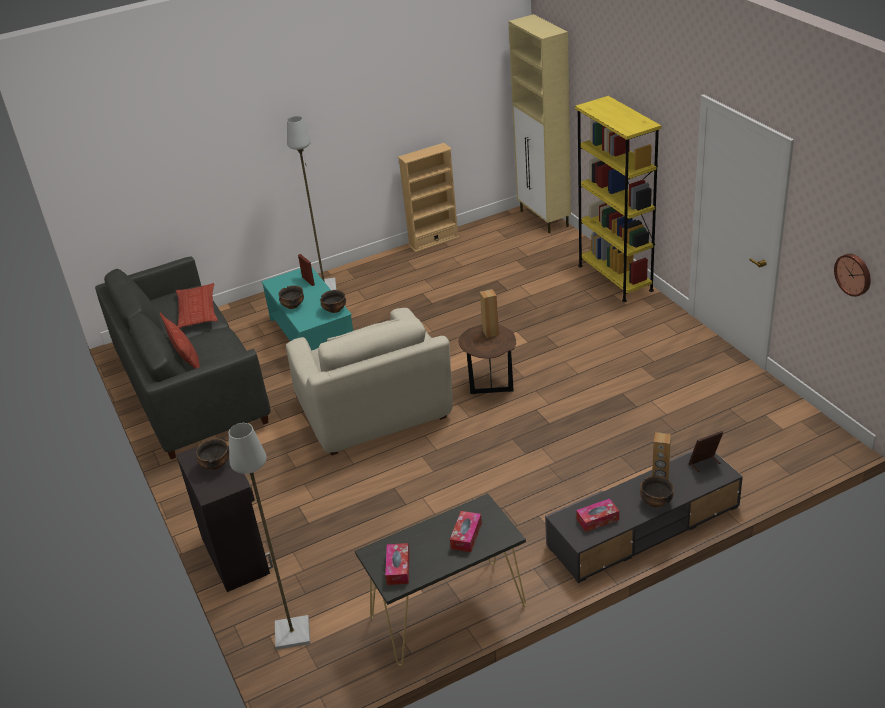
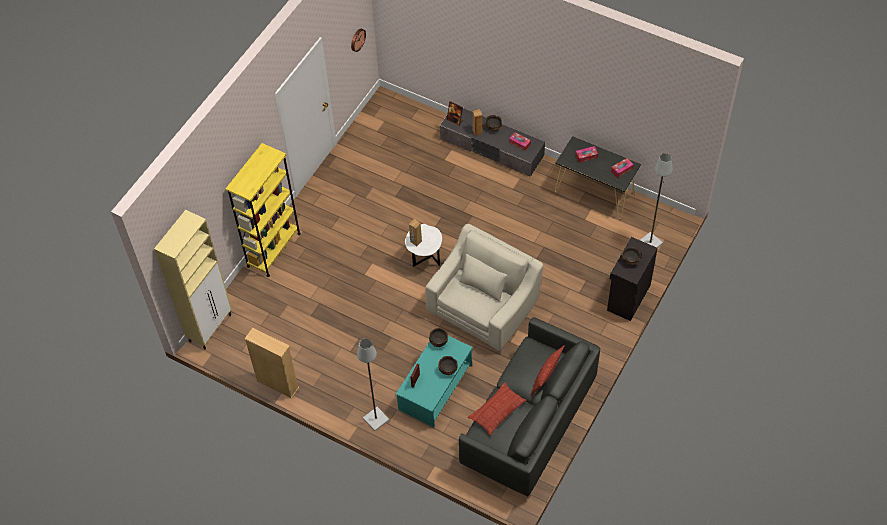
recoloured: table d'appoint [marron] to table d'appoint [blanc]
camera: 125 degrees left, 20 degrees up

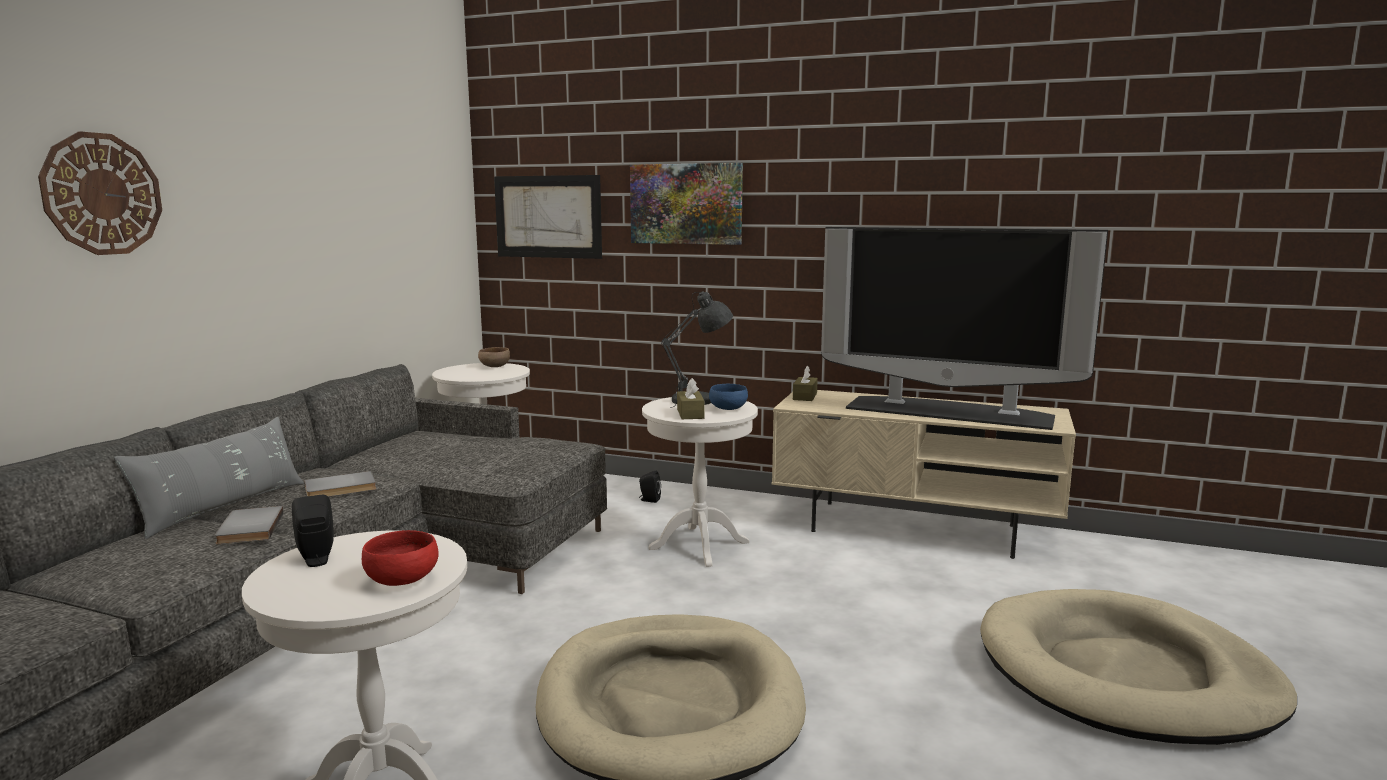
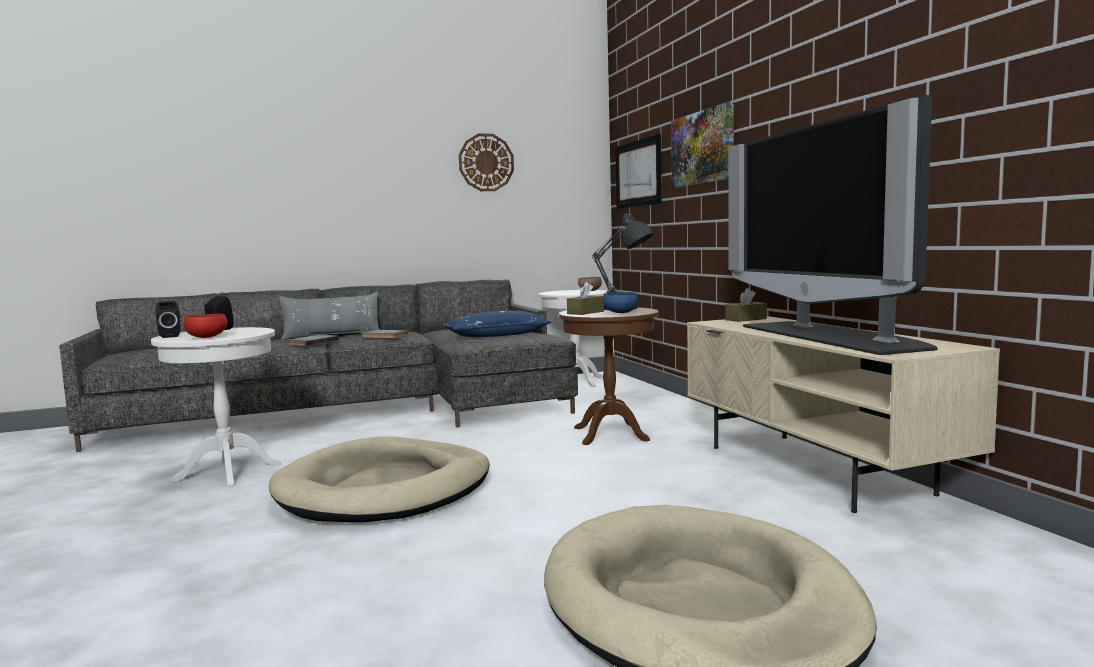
added: coussin [bleu]
moved: horloge murale; enceinte [noir] (2nd from left in the first image) to enceinte [noir] (1st from left)
recoloured: table d'appoint [blanc] (3rd from left) to table d'appoint [marron]
camera: 50 degrees right, 5 degrees down

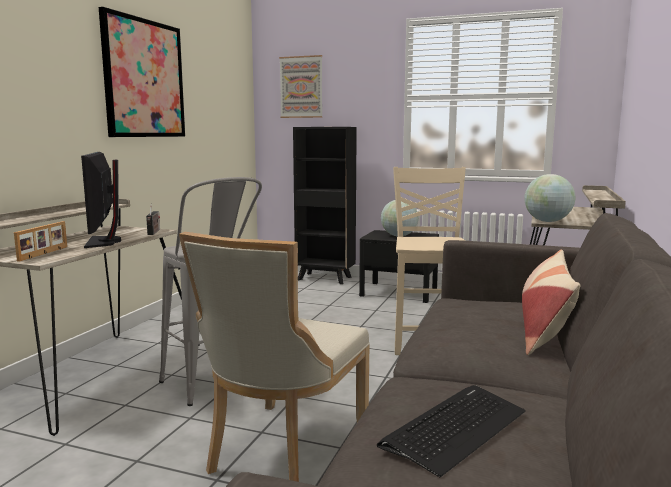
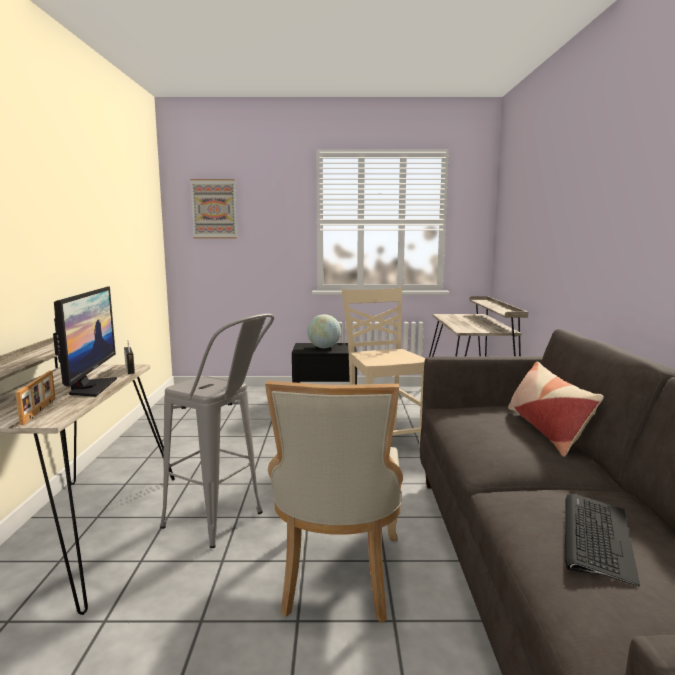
removed: tableau (1st from left); bibliothèque [noir]; globe (2nd from left)
turned: écran d'ordinateur 150 degrees counterclockwise
camera: 20 degrees left, 0 degrees up

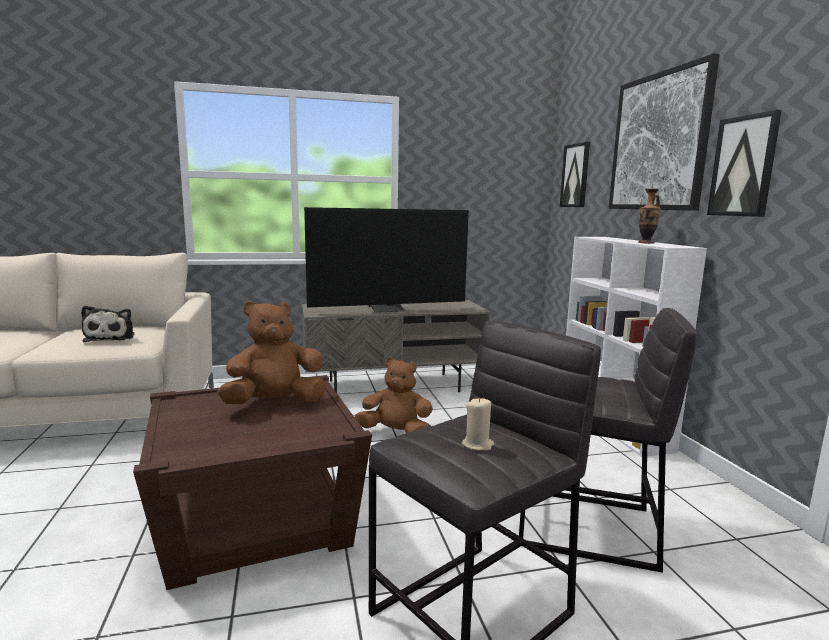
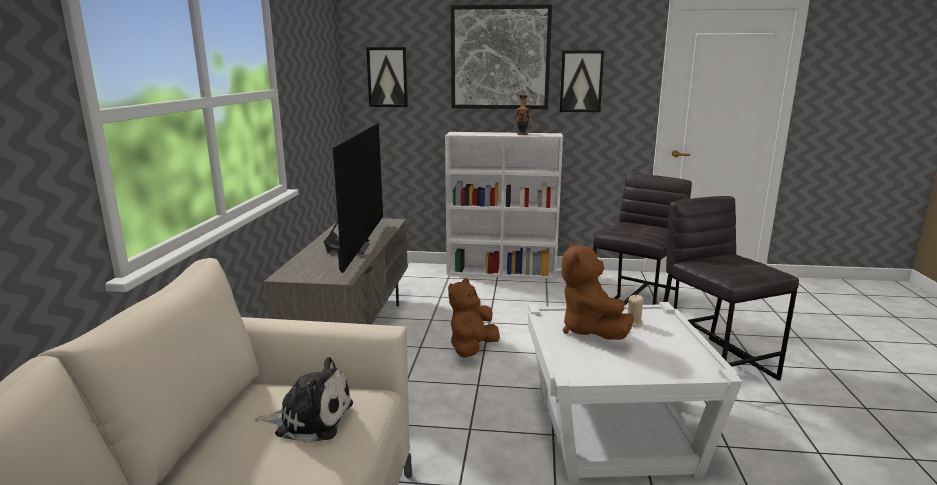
moved: bougie [beige]
recoloured: table d'appoint [marron] to table d'appoint [blanc]
camera: 70 degrees left, 5 degrees up

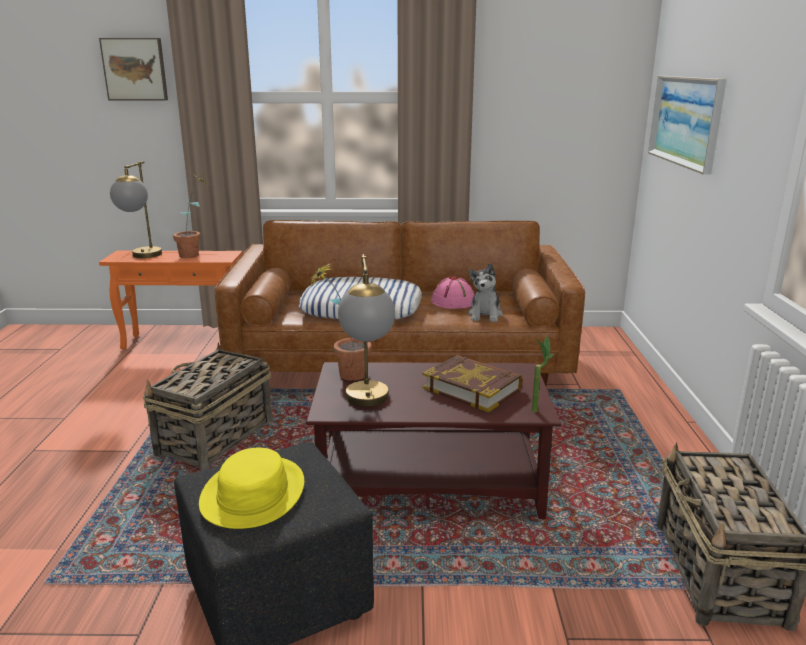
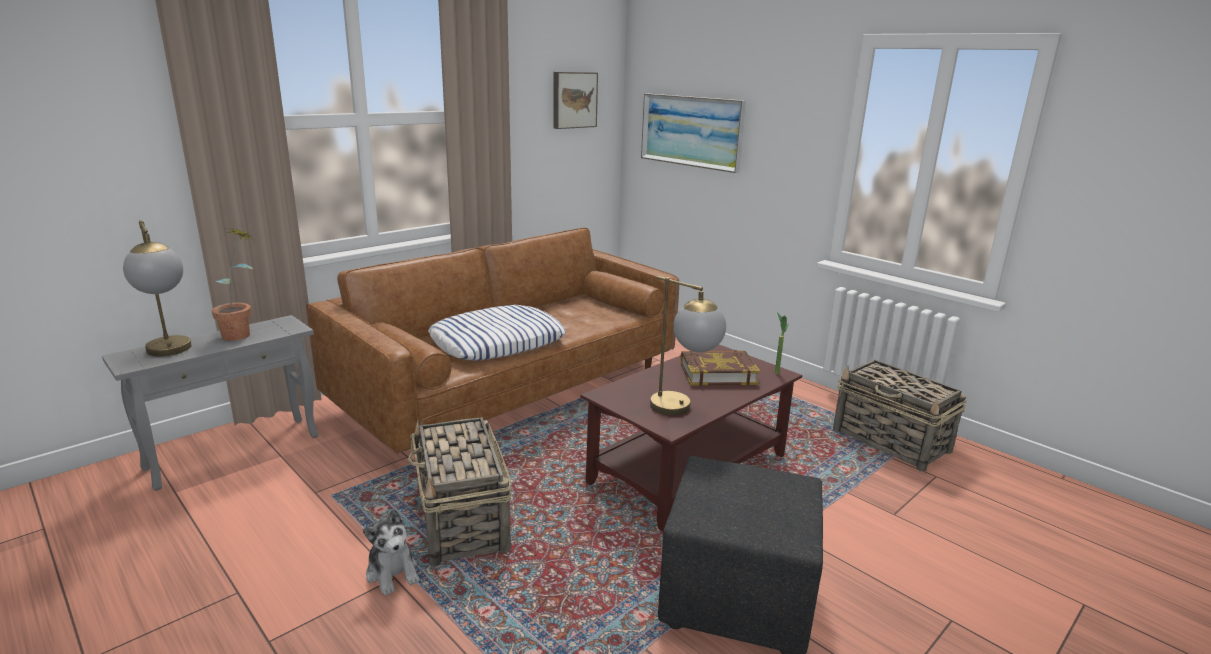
removed: plante en pot (2nd from left); chapeau [rose]; chapeau [jaune]
moved: tableau (1st from left); peluche
recoloured: table d'appoint [orange] to table d'appoint [gris]
camera: 45 degrees left, 0 degrees up

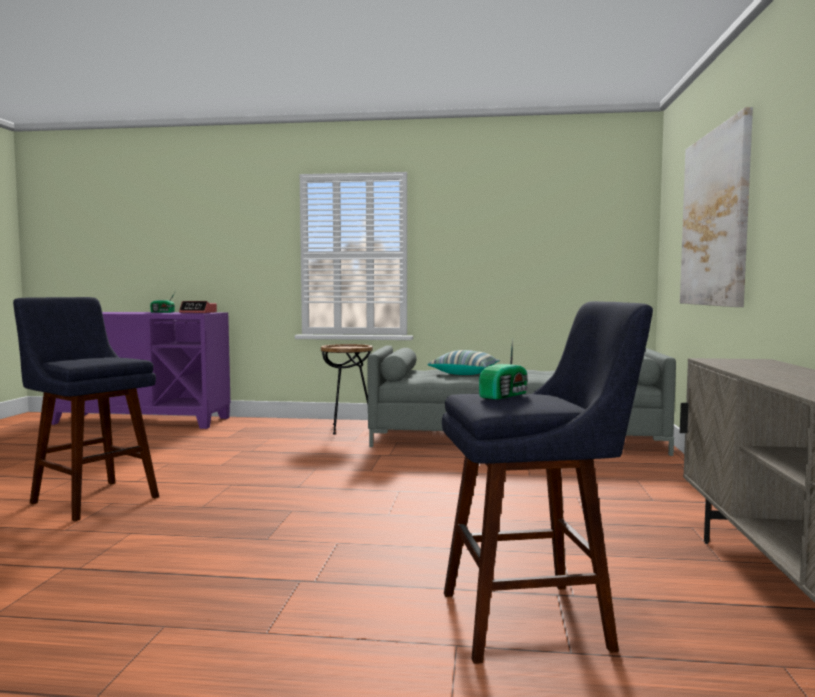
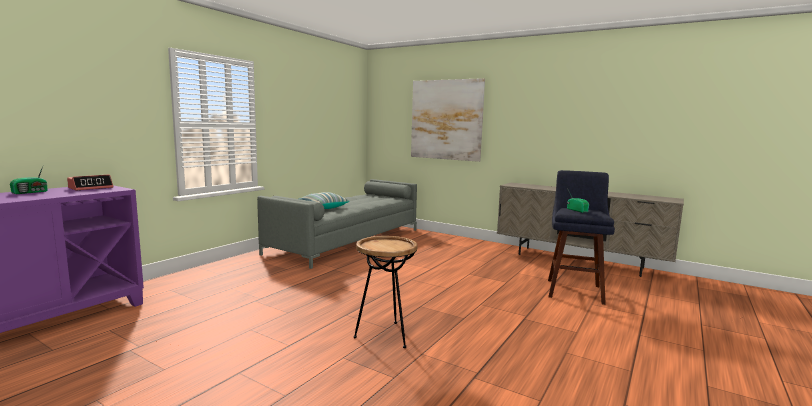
removed: tabouret [bleu] (1st from left)
moved: table d'appoint [marron]
camera: 65 degrees left, 5 degrees up

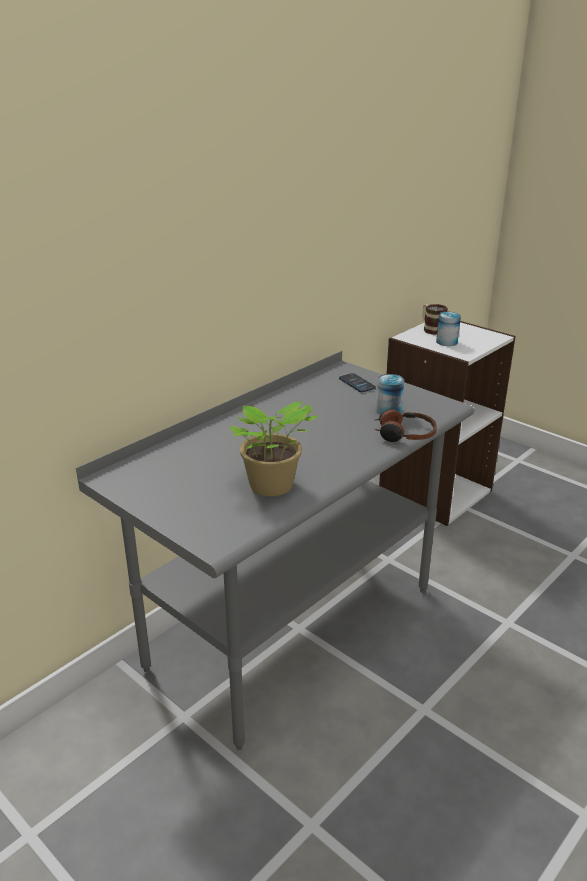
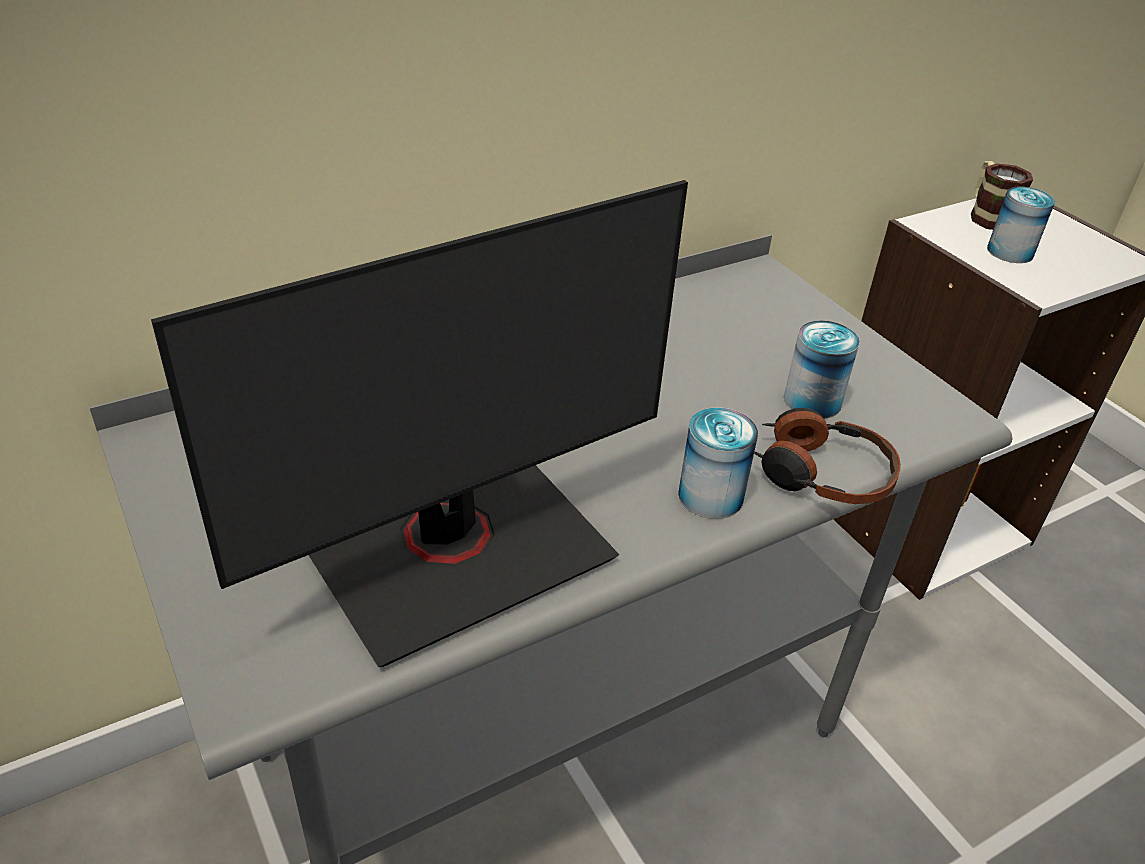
removed: téléphone
added: boîte métallique (1st from left)
replaced: plante en pot to écran d'ordinateur
camera: 15 degrees right, 10 degrees up

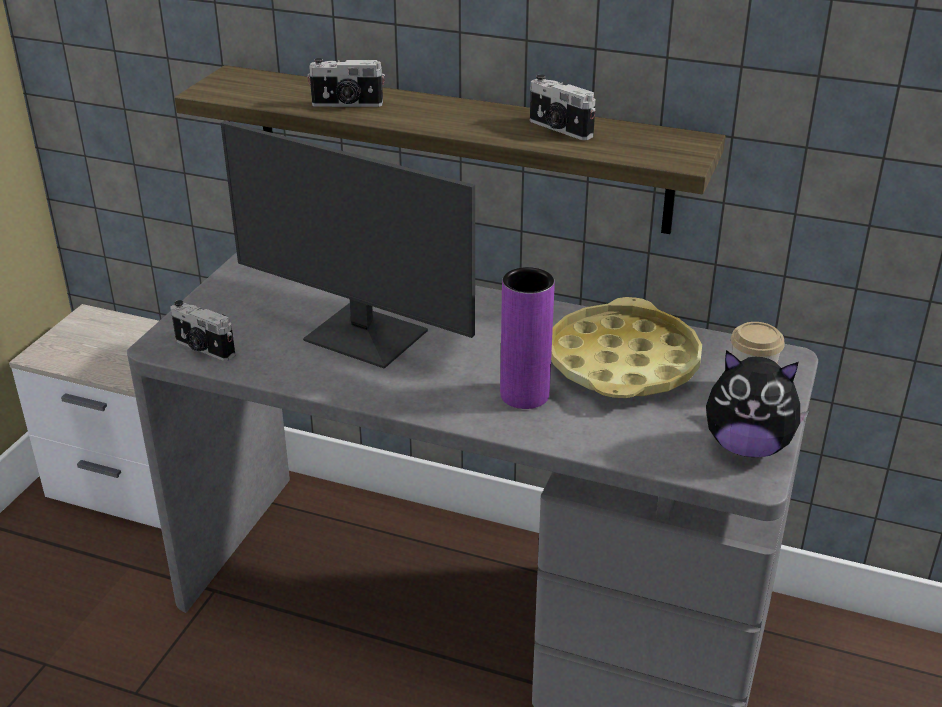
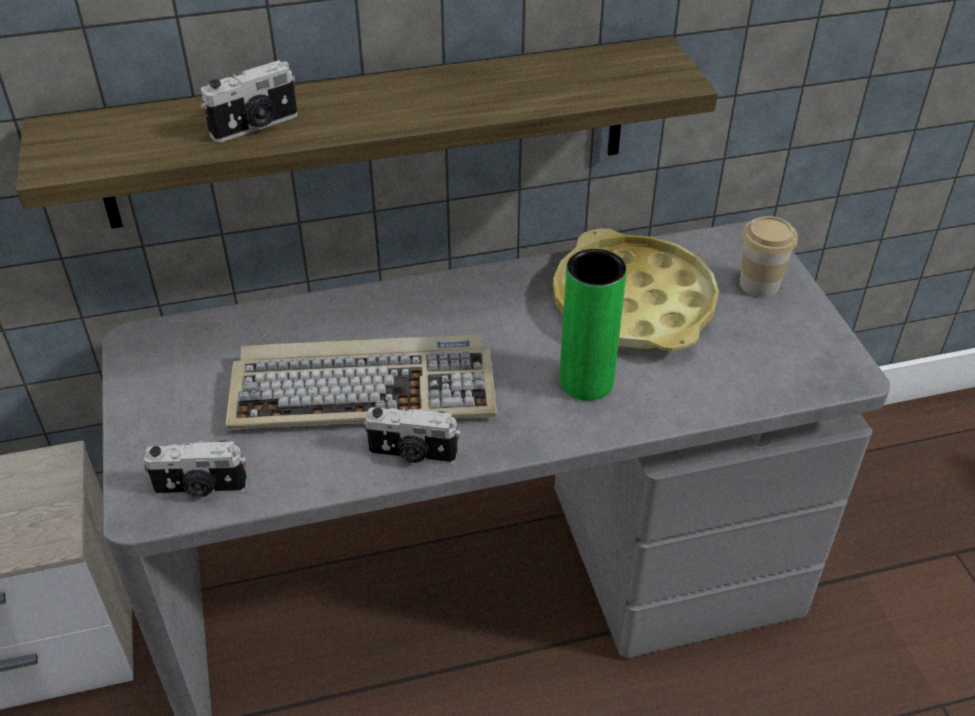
removed: peluche
moved: appareil photo (3rd from left)
replaced: écran d'ordinateur to clavier
recoloured: vase [violet] to vase [vert]
camera: 35 degrees left, 10 degrees up

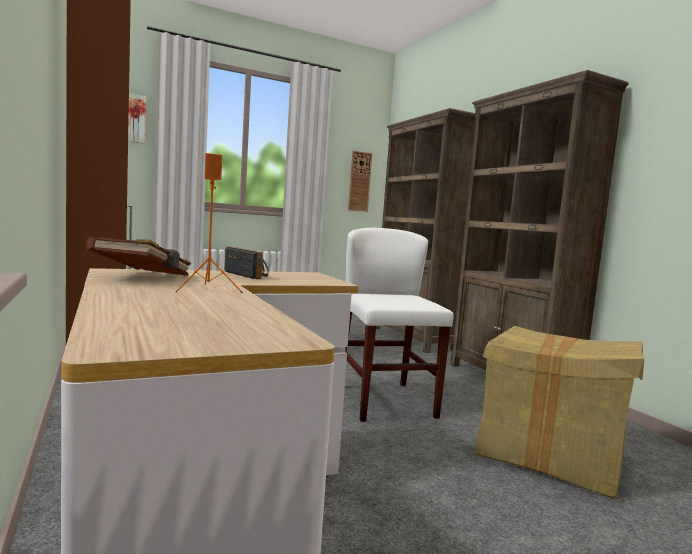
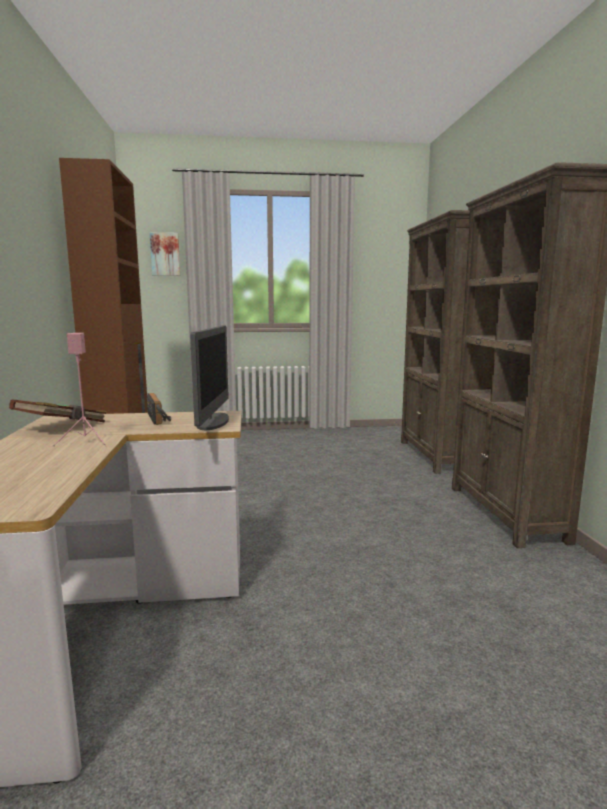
removed: horloge murale; chaise [blanc]; carton
added: écran d'ordinateur
recoloured: enceinte [orange] to enceinte [rose]
camera: 20 degrees right, 5 degrees up

